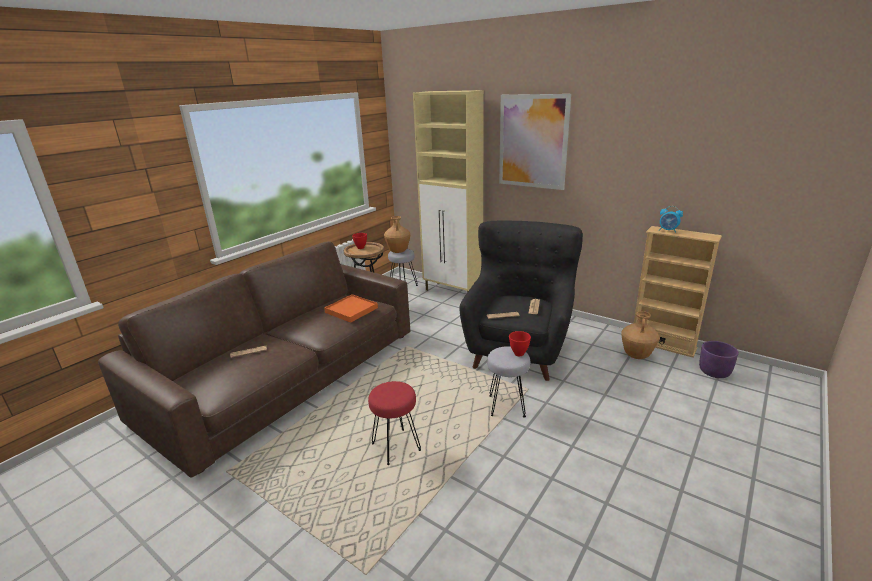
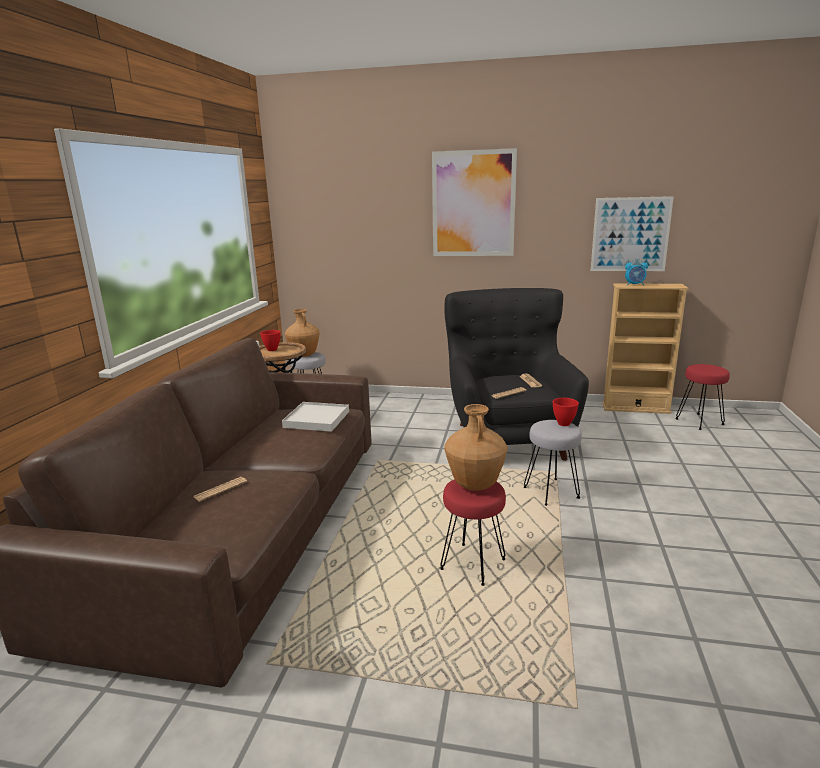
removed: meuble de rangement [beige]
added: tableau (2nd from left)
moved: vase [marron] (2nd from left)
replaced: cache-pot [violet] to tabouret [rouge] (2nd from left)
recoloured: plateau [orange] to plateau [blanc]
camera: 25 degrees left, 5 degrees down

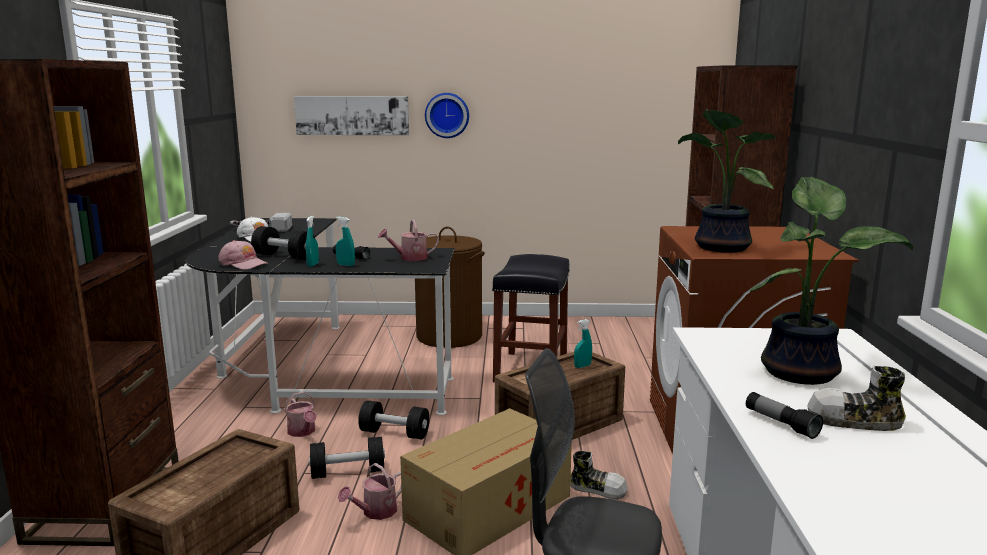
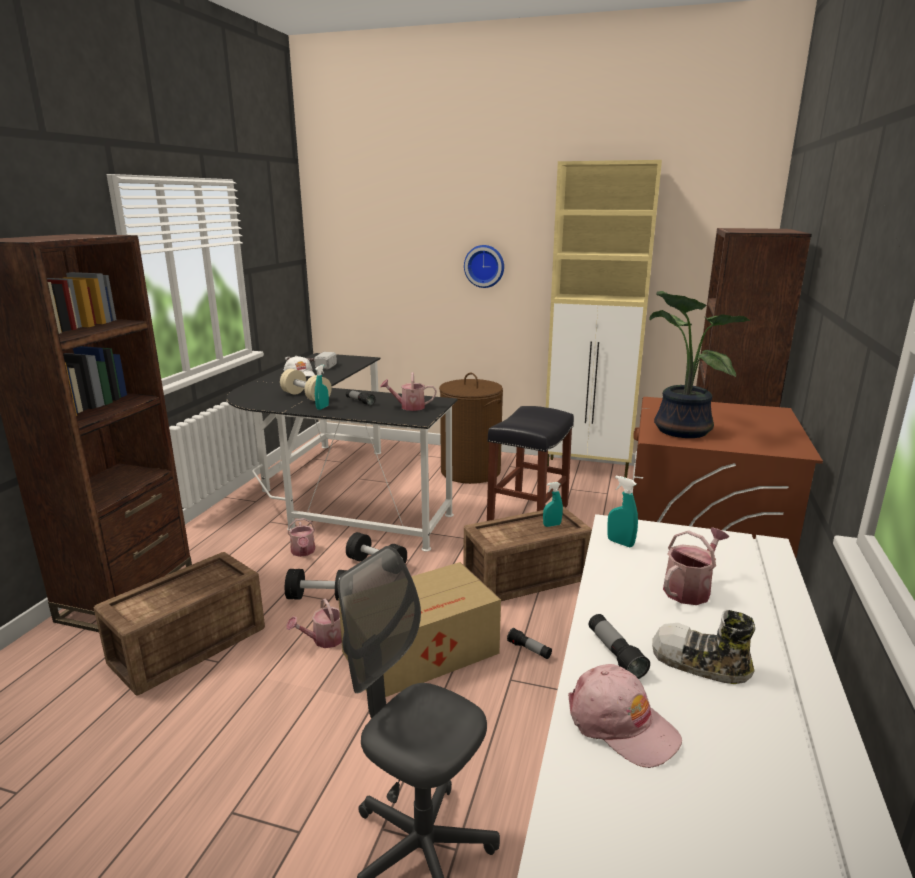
removed: tableau
added: meuble de rangement [beige]
moved: vaporisateur [turquoise] (2nd from left in the first image) to vaporisateur [turquoise] (3rd from left); casquette [rose]
replaced: plante en pot (2nd from left) to arrosoir (4th from left); chaussure (1st from left) to lampe de poche (2nd from left)
recoloured: haltère [noir] (1st from left) to haltère [beige]
camera: 15 degrees right, 5 degrees up

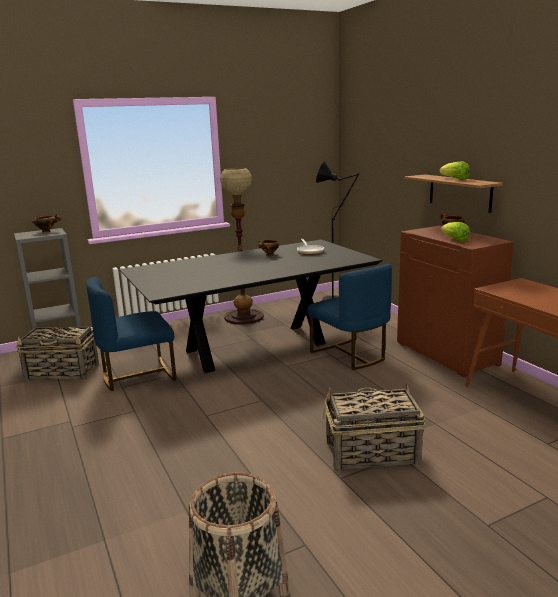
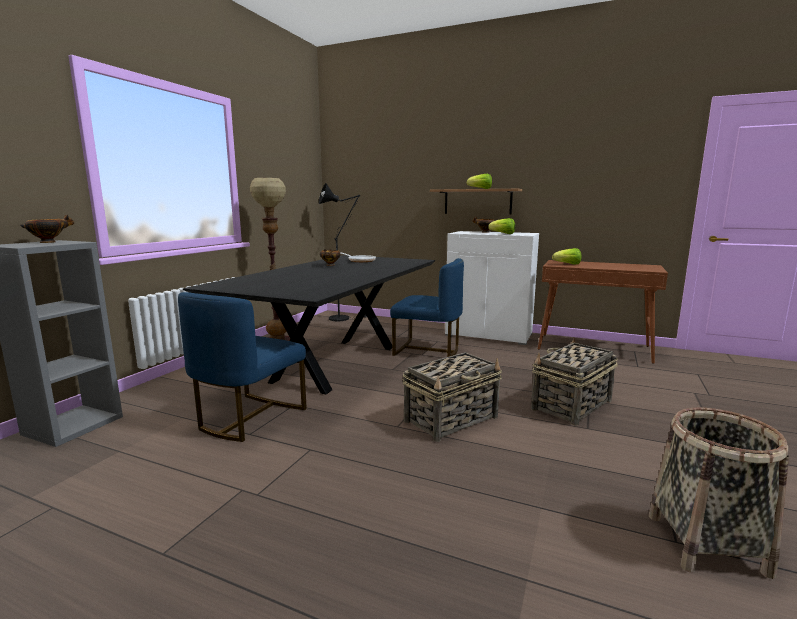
added: laitue (3rd from left)
moved: panier (1st from left)
recoloured: meuble de rangement [marron] to meuble de rangement [blanc]
camera: 40 degrees left, 5 degrees down

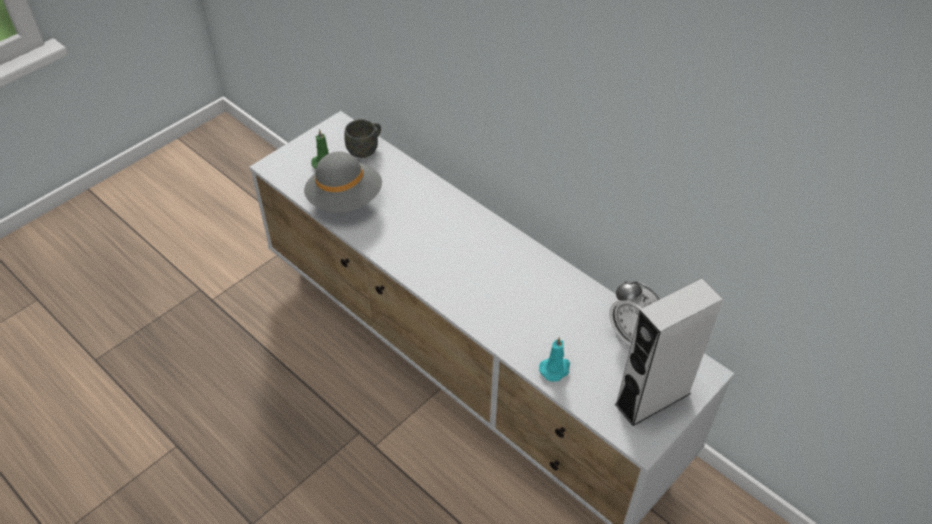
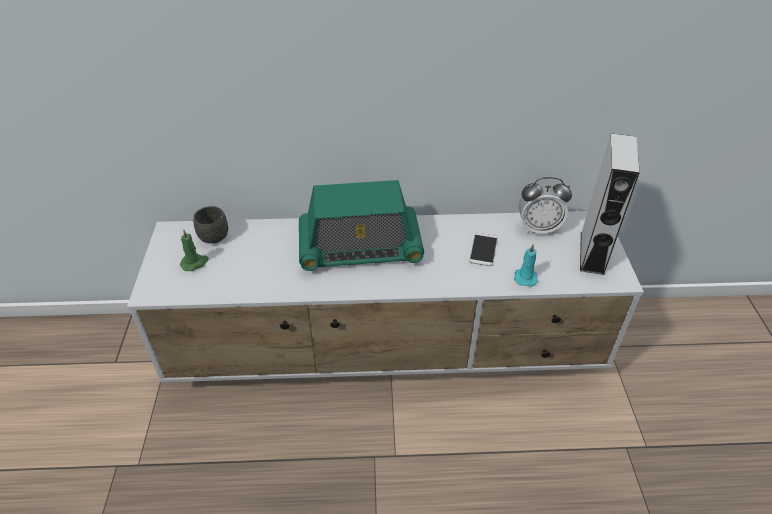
removed: chapeau [gris]
added: radio; téléphone
camera: 45 degrees left, 5 degrees down

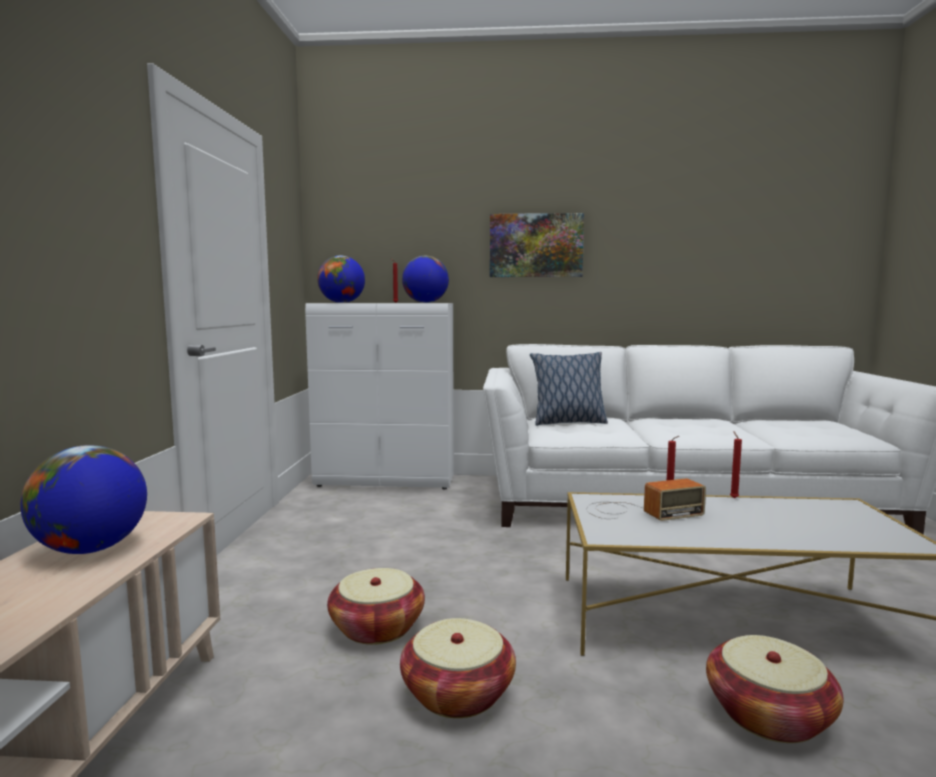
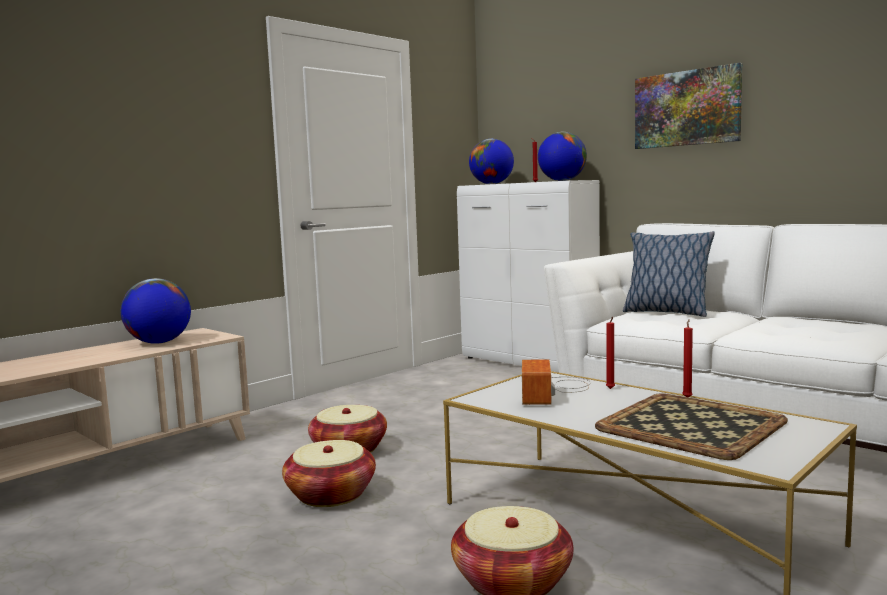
added: plateau
turned: radio 75 degrees clockwise
camera: 40 degrees right, 0 degrees up

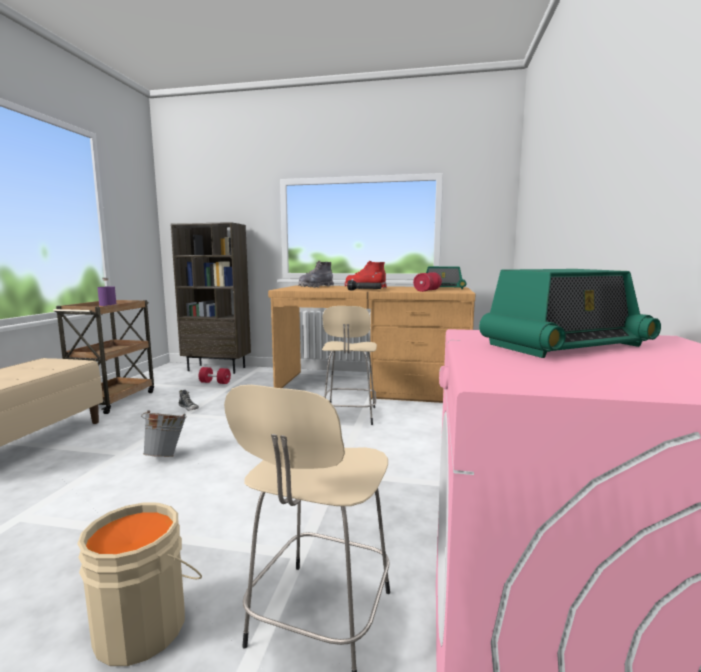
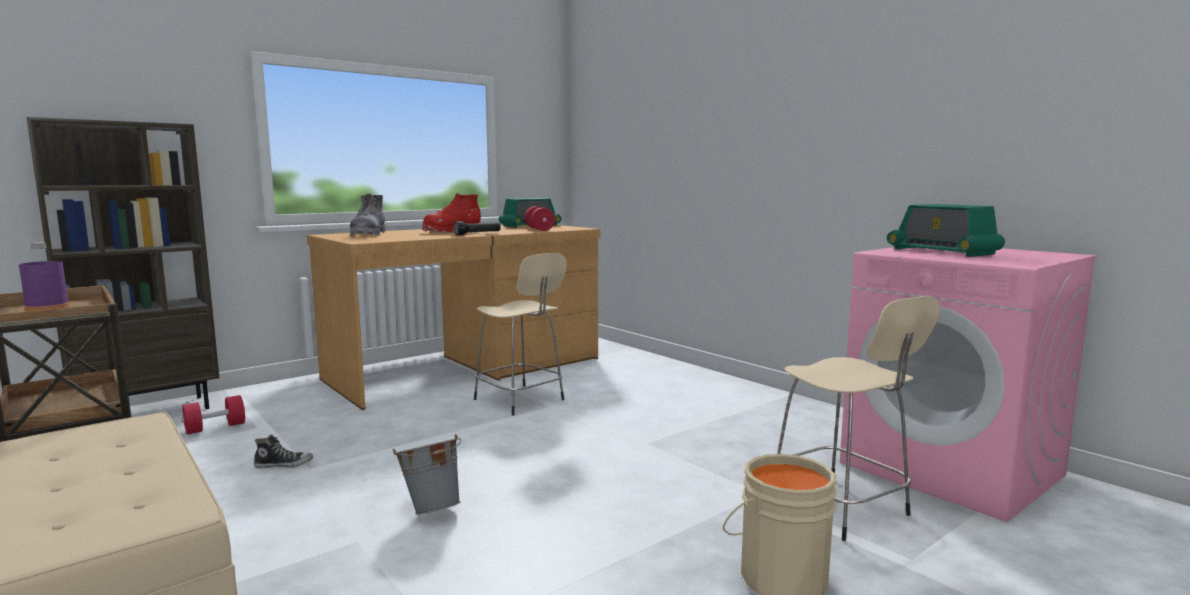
turned: radio (2nd from left) 135 degrees clockwise
camera: 50 degrees left, 0 degrees up

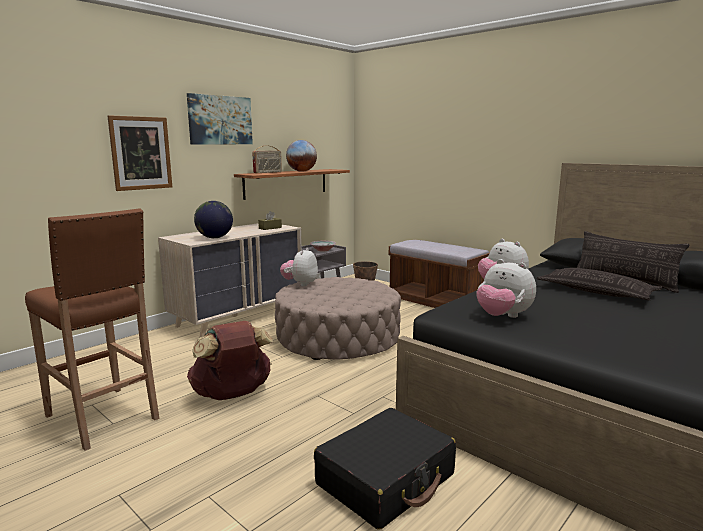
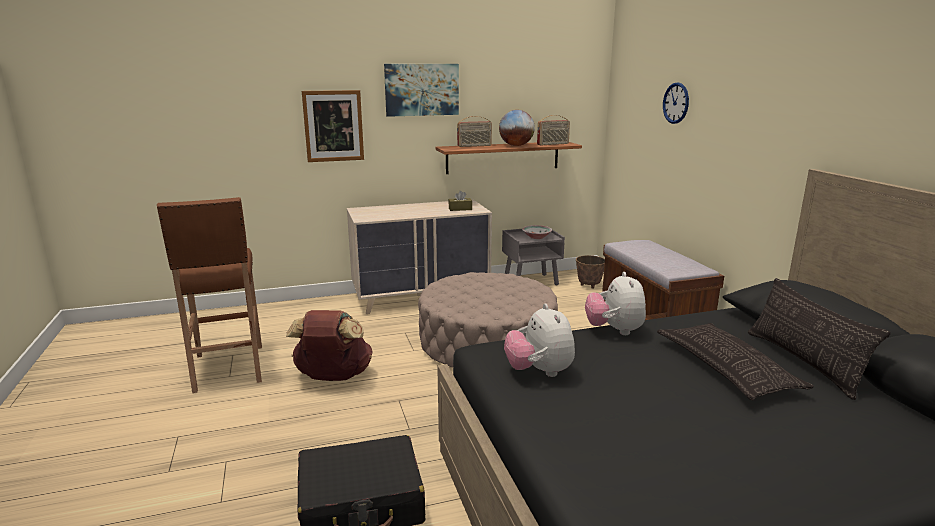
removed: globe (1st from left); peluche (1st from left)
added: horloge murale; radio (2nd from left)
camera: 30 degrees right, 5 degrees up

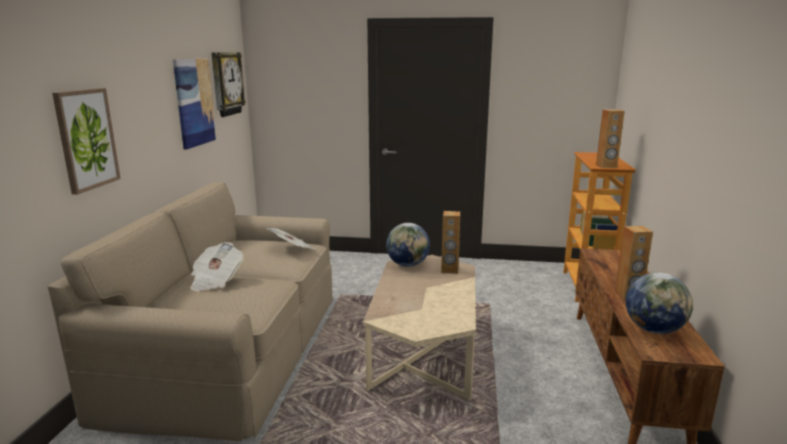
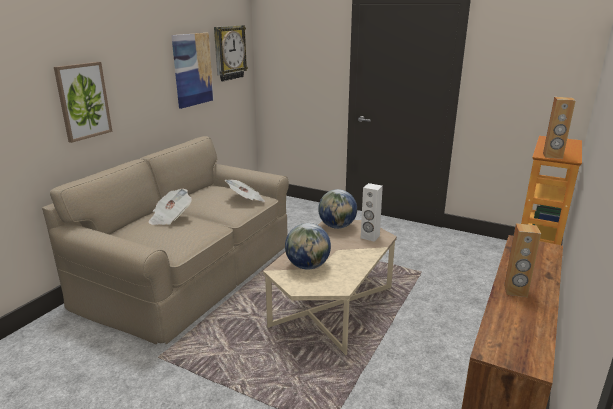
moved: globe (2nd from left in the first image) to globe (1st from left)
recoloured: enceinte [marron] (1st from left) to enceinte [blanc]
camera: 20 degrees right, 5 degrees up

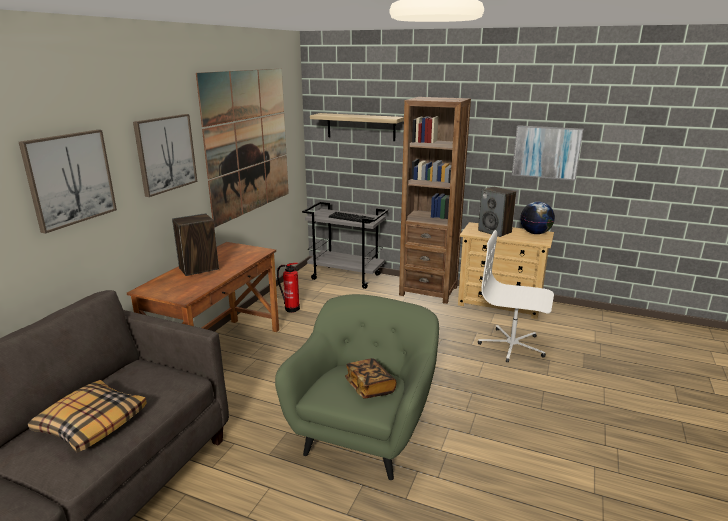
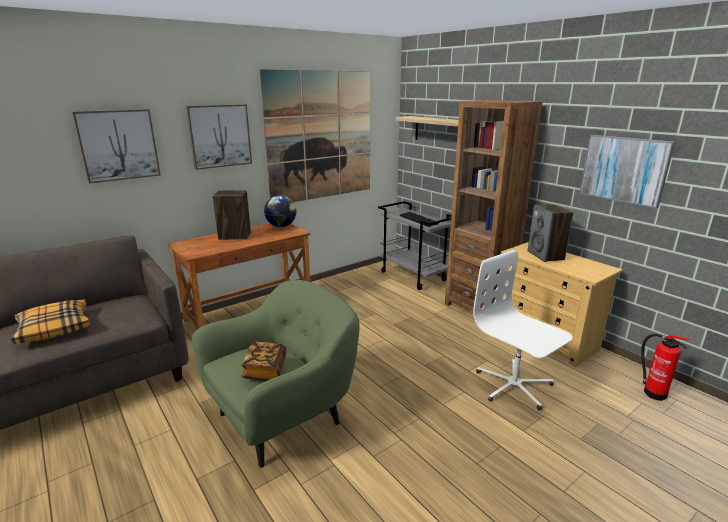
moved: globe; extincteur
camera: 30 degrees right, 0 degrees up

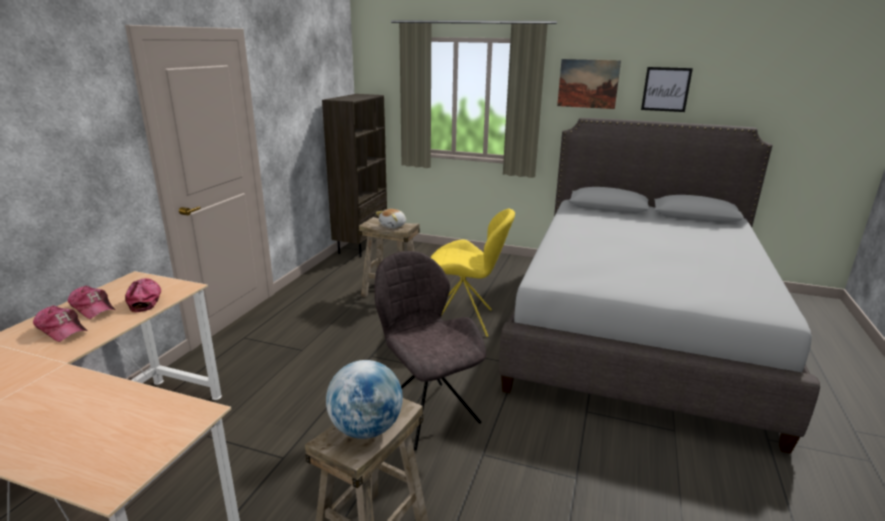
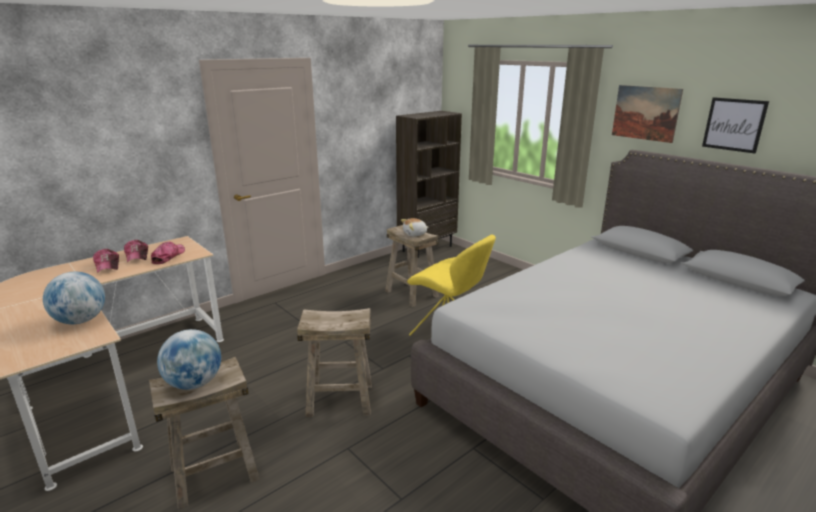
added: globe (1st from left)
replaced: chaise [gris] to tabouret [beige] (2nd from left)
camera: 30 degrees right, 0 degrees up

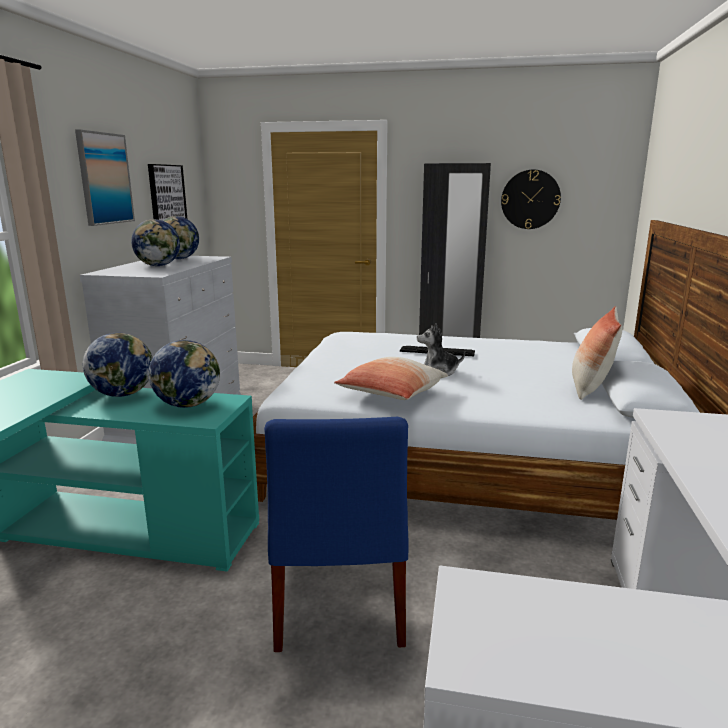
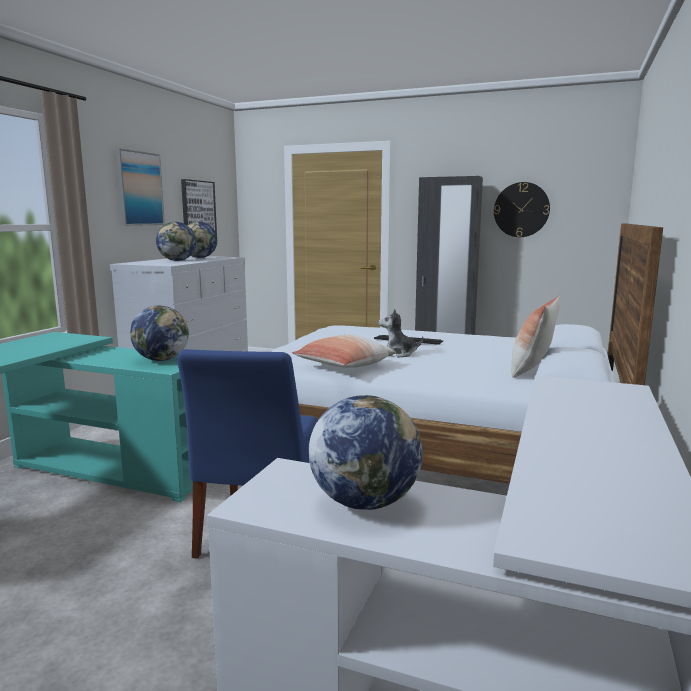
moved: globe (1st from left in the first image) to globe (4th from left)
camera: 10 degrees right, 5 degrees down

